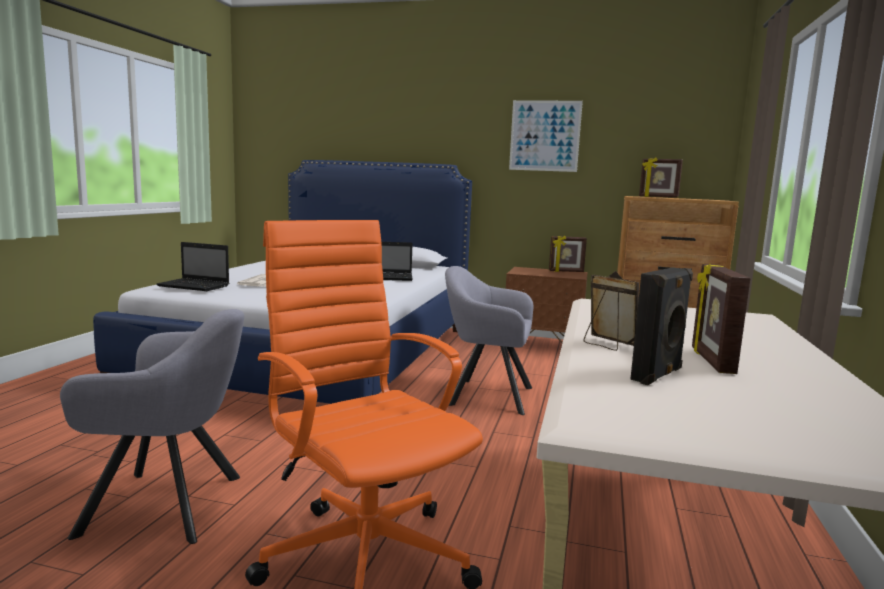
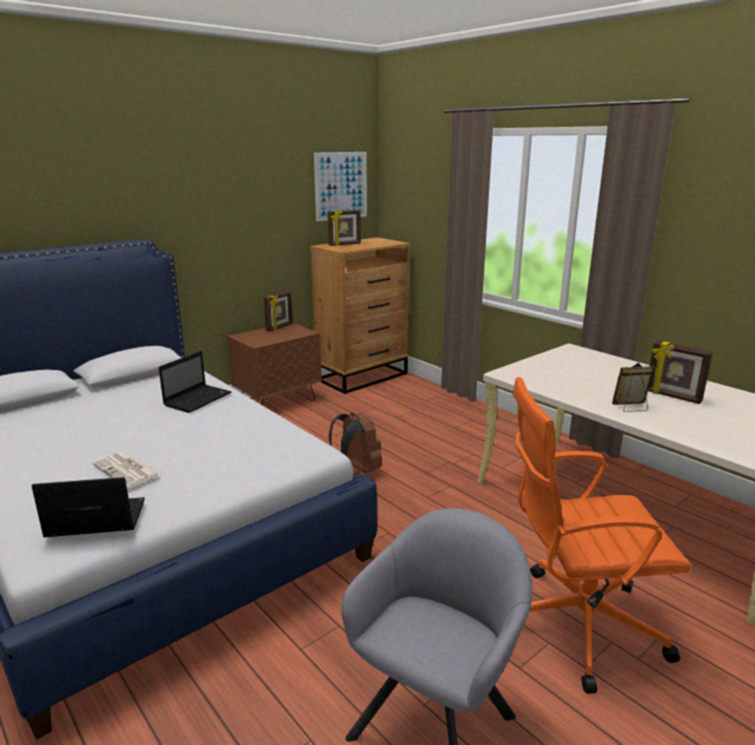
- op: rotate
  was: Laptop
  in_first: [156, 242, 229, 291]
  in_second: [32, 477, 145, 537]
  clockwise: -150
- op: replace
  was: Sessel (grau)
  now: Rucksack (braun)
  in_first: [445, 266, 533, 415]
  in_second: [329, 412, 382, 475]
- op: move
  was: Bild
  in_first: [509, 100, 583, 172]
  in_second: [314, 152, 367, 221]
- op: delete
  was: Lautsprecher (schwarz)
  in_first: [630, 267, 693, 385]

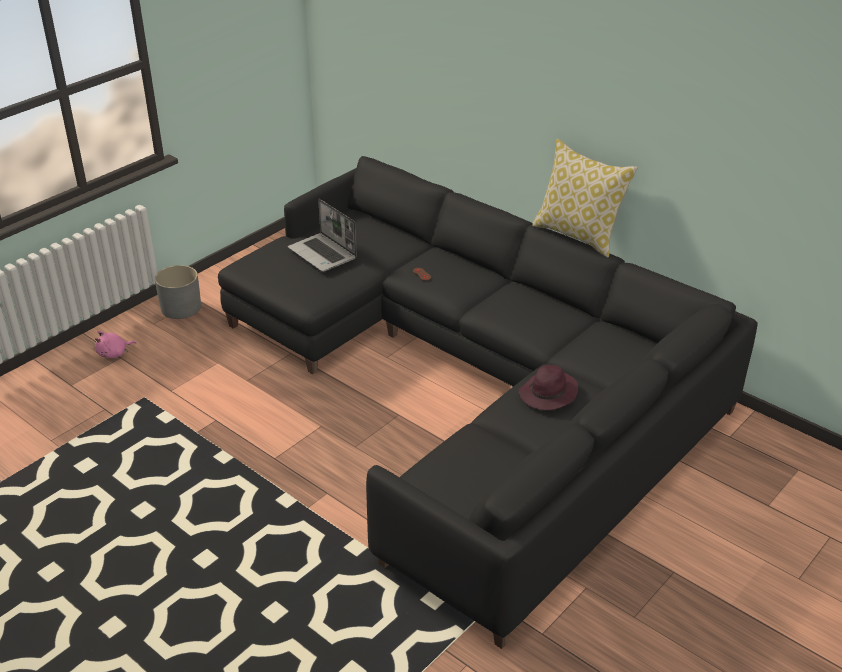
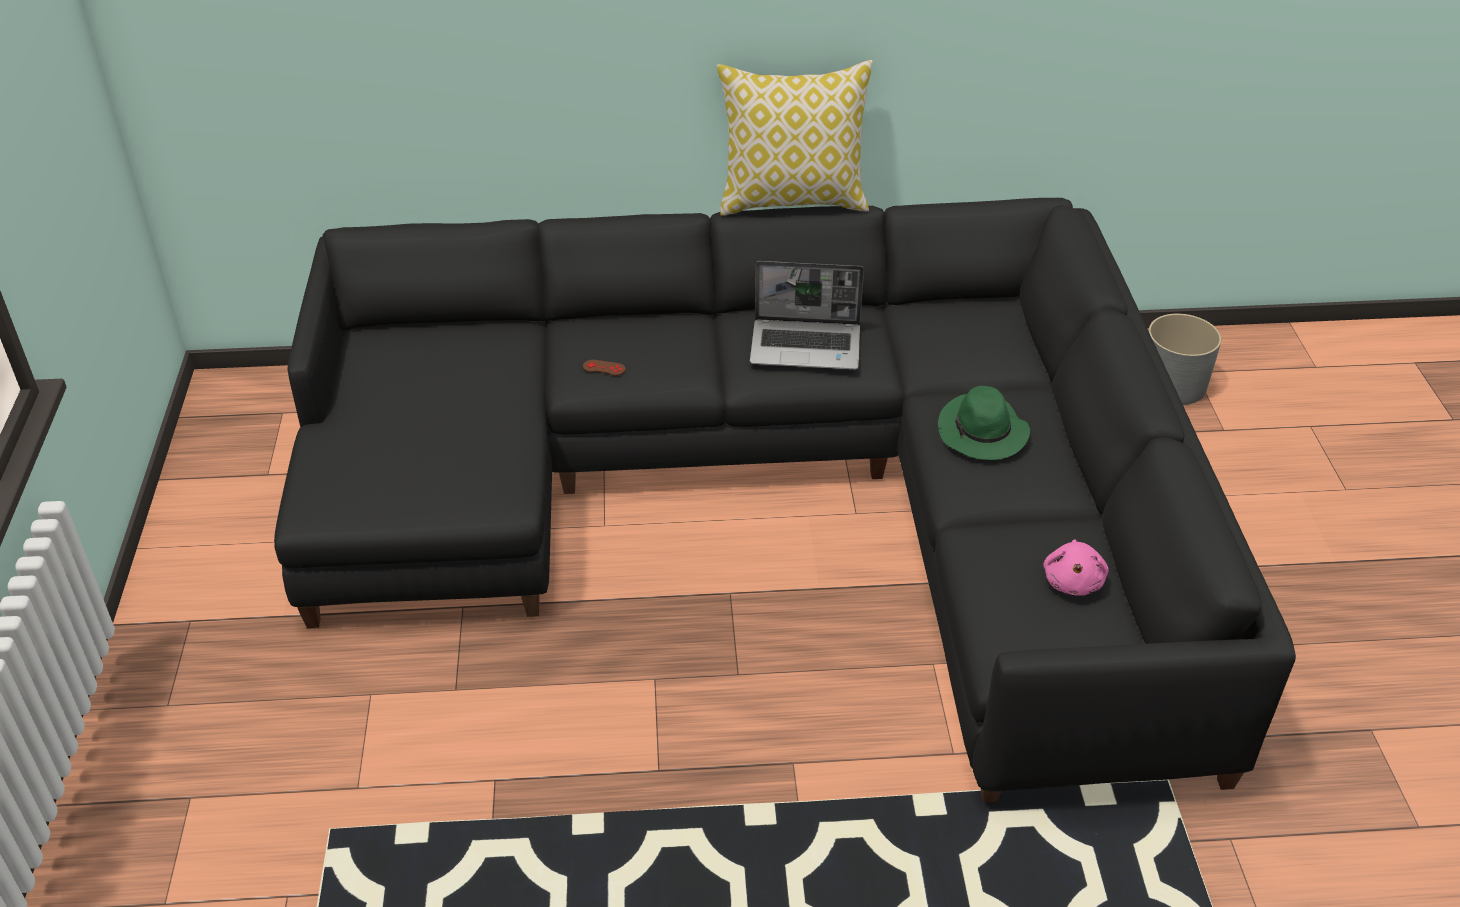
- op: move
  was: Plüschtier (rosa)
  in_first: [95, 331, 137, 358]
  in_second: [1043, 540, 1108, 596]
- op: move
  was: Pflanzkübel (grau)
  in_first: [155, 265, 201, 319]
  in_second: [1148, 314, 1221, 405]
- op: move
  was: Laptop
  in_first: [288, 199, 357, 272]
  in_second: [750, 261, 864, 370]
- op: recolor
  was: Hut (lila)
  now: Hut (grün)
  in_first: [519, 365, 578, 410]
  in_second: [938, 386, 1030, 460]

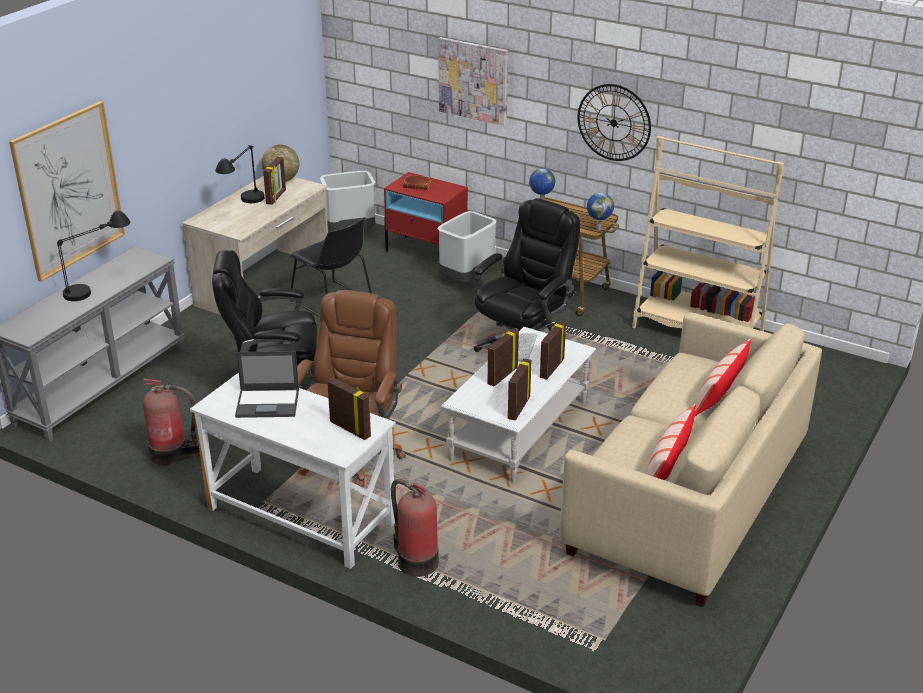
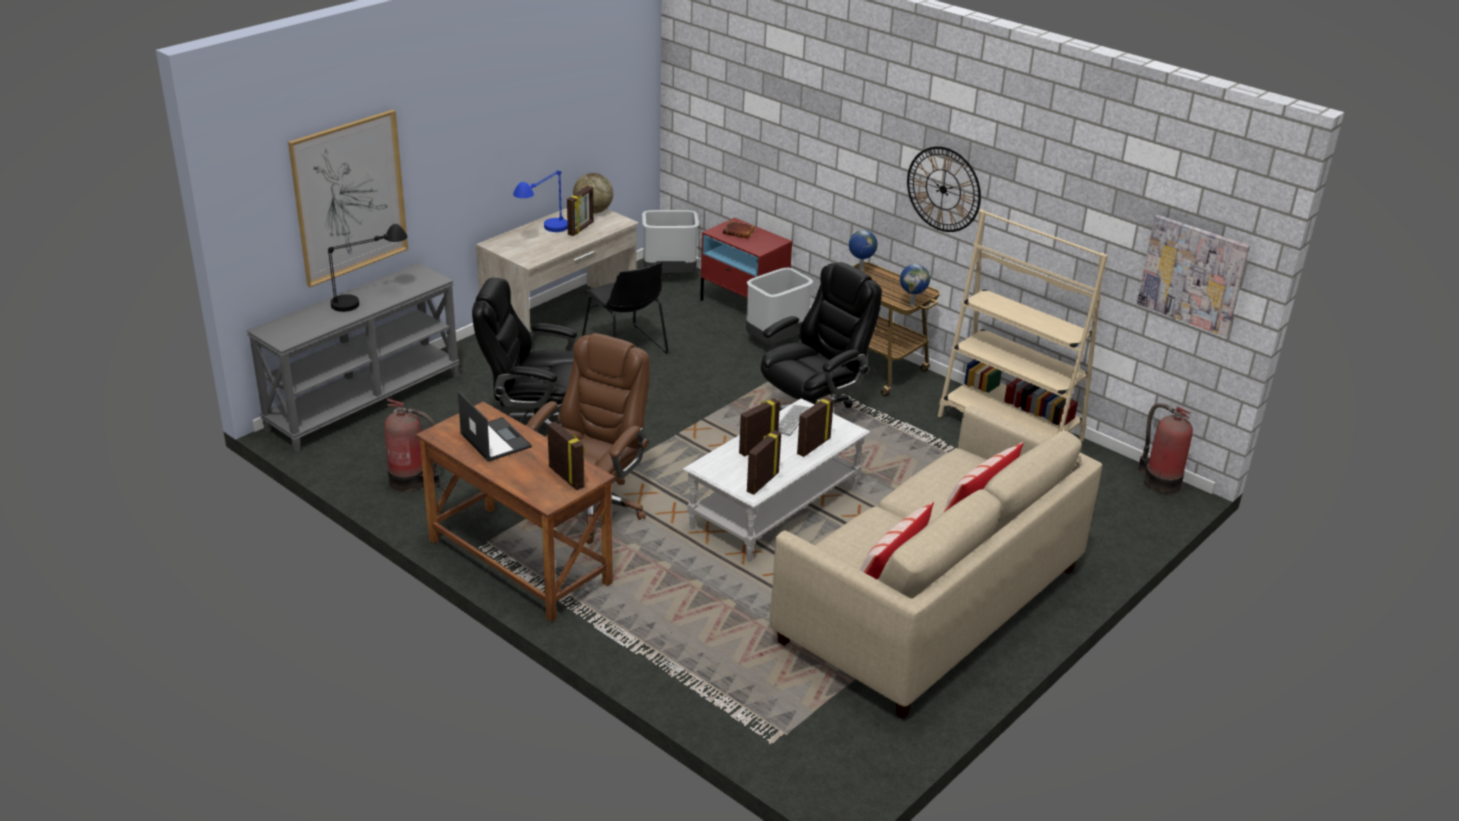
- op: recolor
  was: Schreibtisch (weiß)
  now: Schreibtisch (braun)
  in_first: [190, 372, 396, 569]
  in_second: [415, 402, 615, 622]
- op: recolor
  was: Tischlampe (schwarz)
  now: Tischlampe (blau)
  in_first: [215, 145, 264, 203]
  in_second: [513, 170, 568, 232]
- op: rotate
  was: Laptop
  in_first: [235, 351, 299, 418]
  in_second: [458, 391, 532, 462]
  clockwise: -135
- op: move
  was: Feuerlöscher
  in_first: [391, 479, 439, 577]
  in_second: [1138, 403, 1193, 495]
- op: move
  was: Bild
  in_first: [438, 37, 508, 126]
  in_second: [1137, 215, 1250, 337]

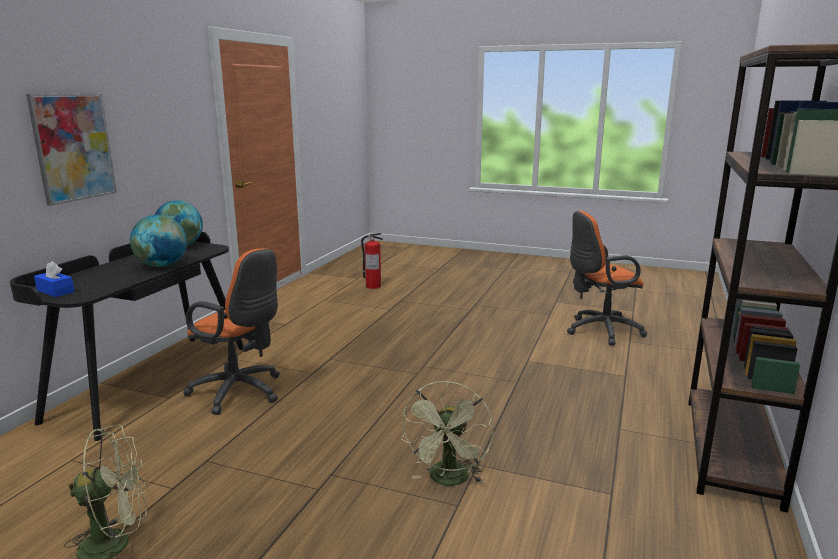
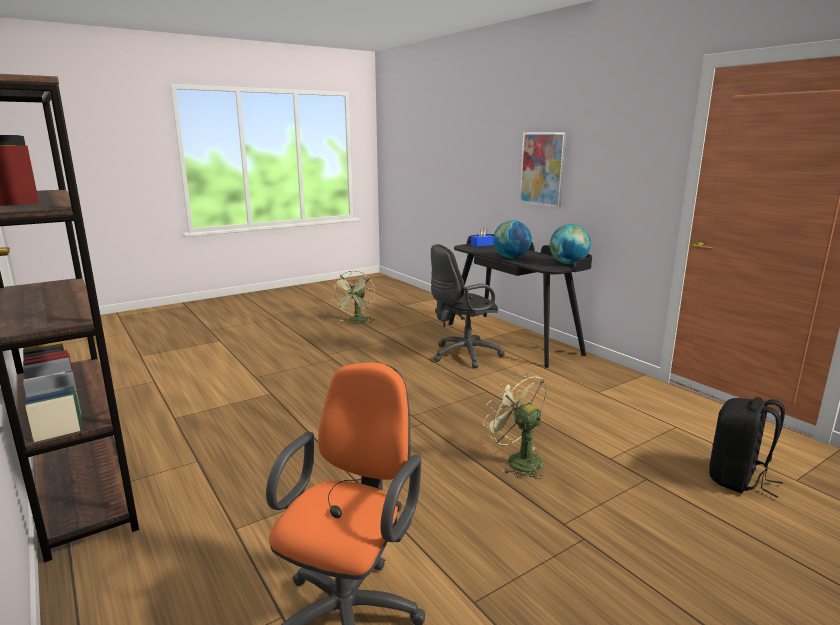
- op: recolor
  was: Bürostuhl (orange)
  now: Bürostuhl (schwarz)
  in_first: [183, 248, 280, 415]
  in_second: [431, 244, 504, 368]
- op: replace
  was: Feuerlöscher
  now: Rucksack (schwarz)
  in_first: [361, 233, 383, 289]
  in_second: [709, 397, 785, 498]
- op: move
  was: Ventilator (grün)
  in_first: [401, 381, 494, 486]
  in_second: [483, 372, 547, 479]

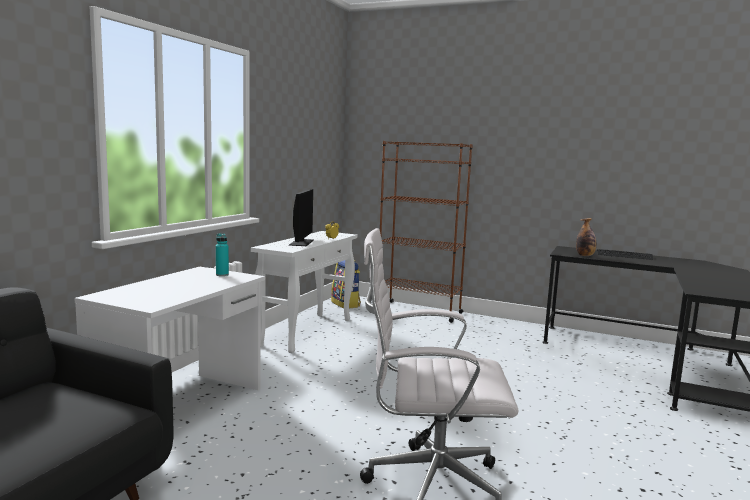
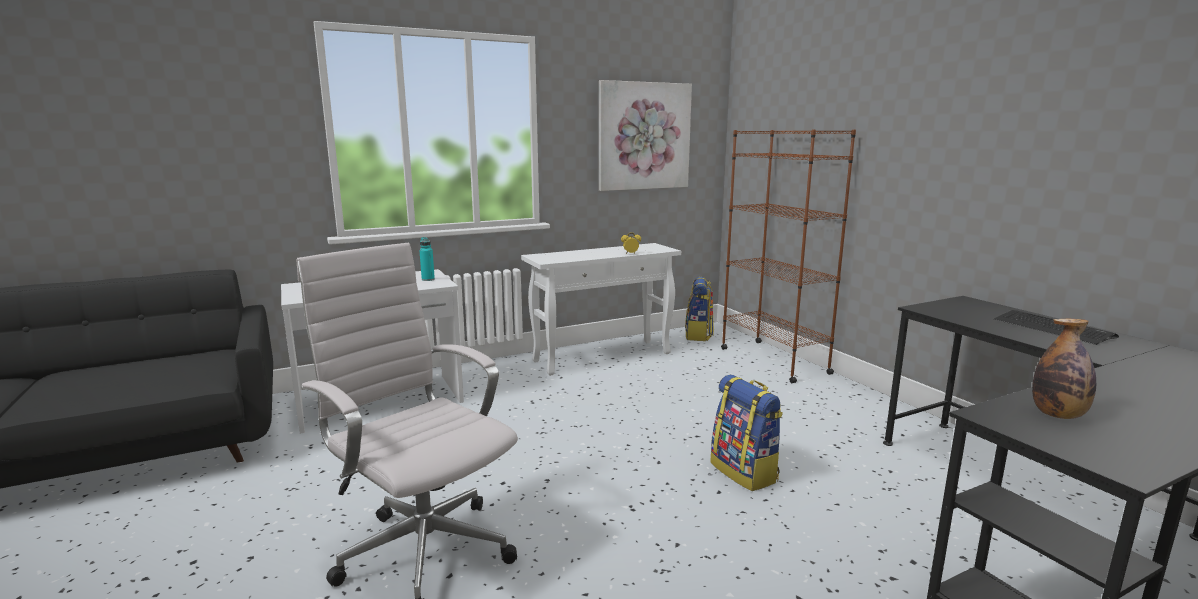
- op: delete
  was: Monitor
  in_first: [289, 189, 314, 246]
- op: move
  was: Flasche
  in_first: [576, 218, 596, 256]
  in_second: [1032, 319, 1096, 419]
- op: insert
  now: Bild
  in_second: [599, 80, 692, 191]
- op: insert
  now: Rucksack
  in_second: [710, 375, 783, 491]

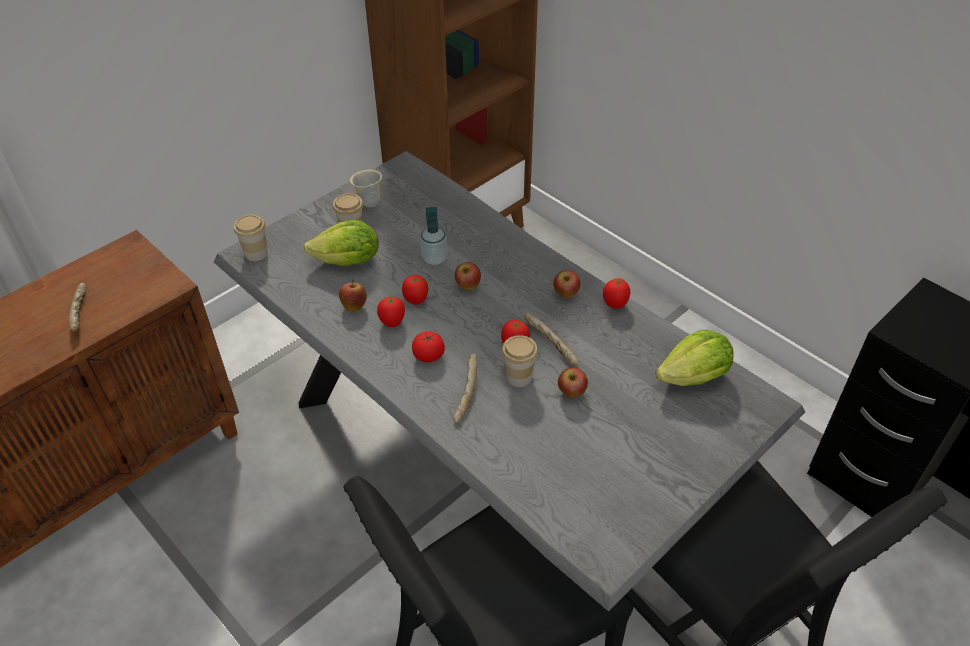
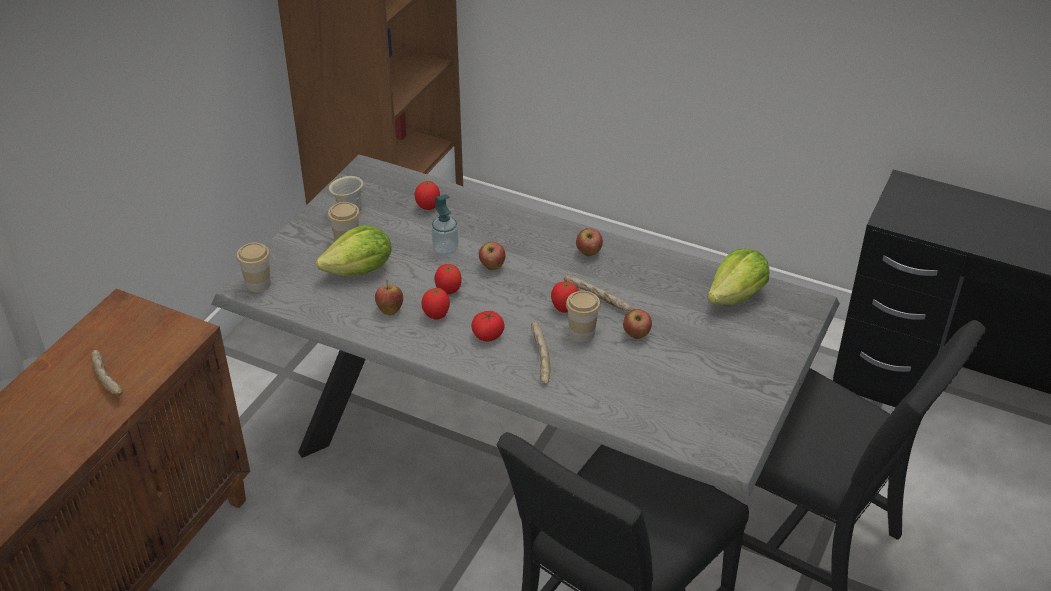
- op: move
  was: Tomate
  in_first: [603, 278, 630, 309]
  in_second: [415, 181, 440, 210]

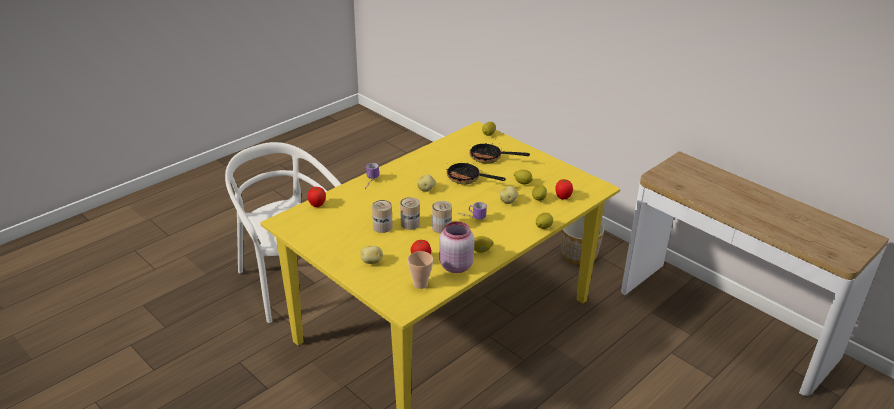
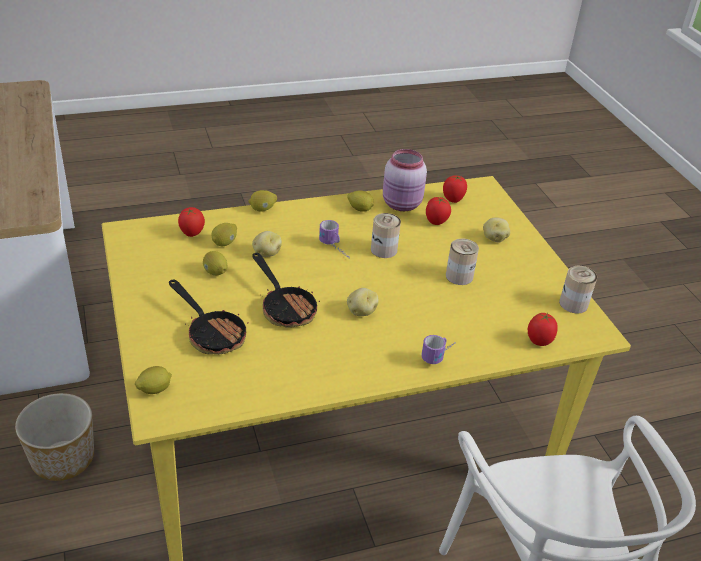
- op: move
  was: Dose
  in_first: [400, 197, 420, 230]
  in_second: [559, 266, 597, 313]
- op: replace
  was: Tasse
  now: Tomate
  in_first: [408, 251, 433, 289]
  in_second: [443, 175, 467, 203]

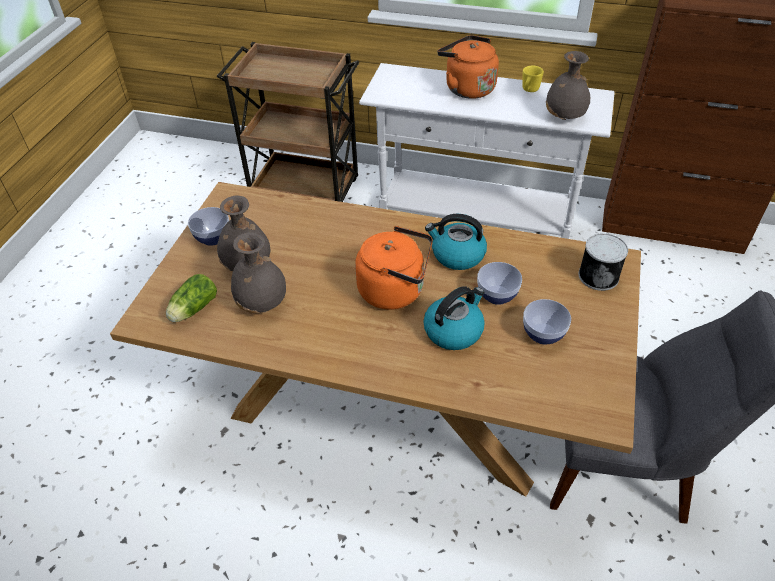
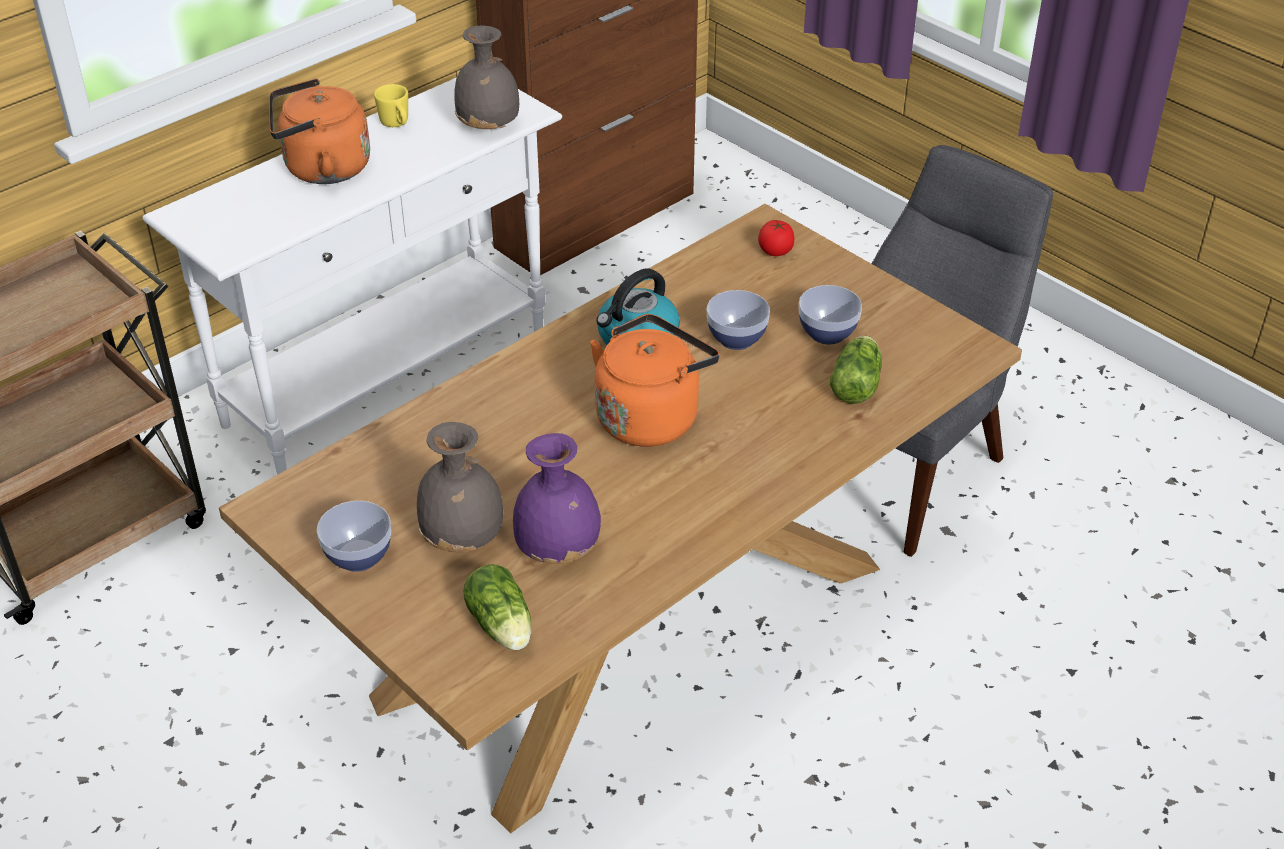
- op: recolor
  was: Vase (grau)
  now: Vase (lila)
  in_first: [231, 232, 286, 313]
  in_second: [513, 433, 601, 564]
- op: delete
  was: Wasserkessel
  in_first: [423, 286, 485, 350]
- op: replace
  was: Dose
  now: Tomate
  in_first: [578, 233, 628, 291]
  in_second: [758, 220, 794, 256]
- op: insert
  now: Salatkopf
  in_second: [830, 336, 882, 404]

